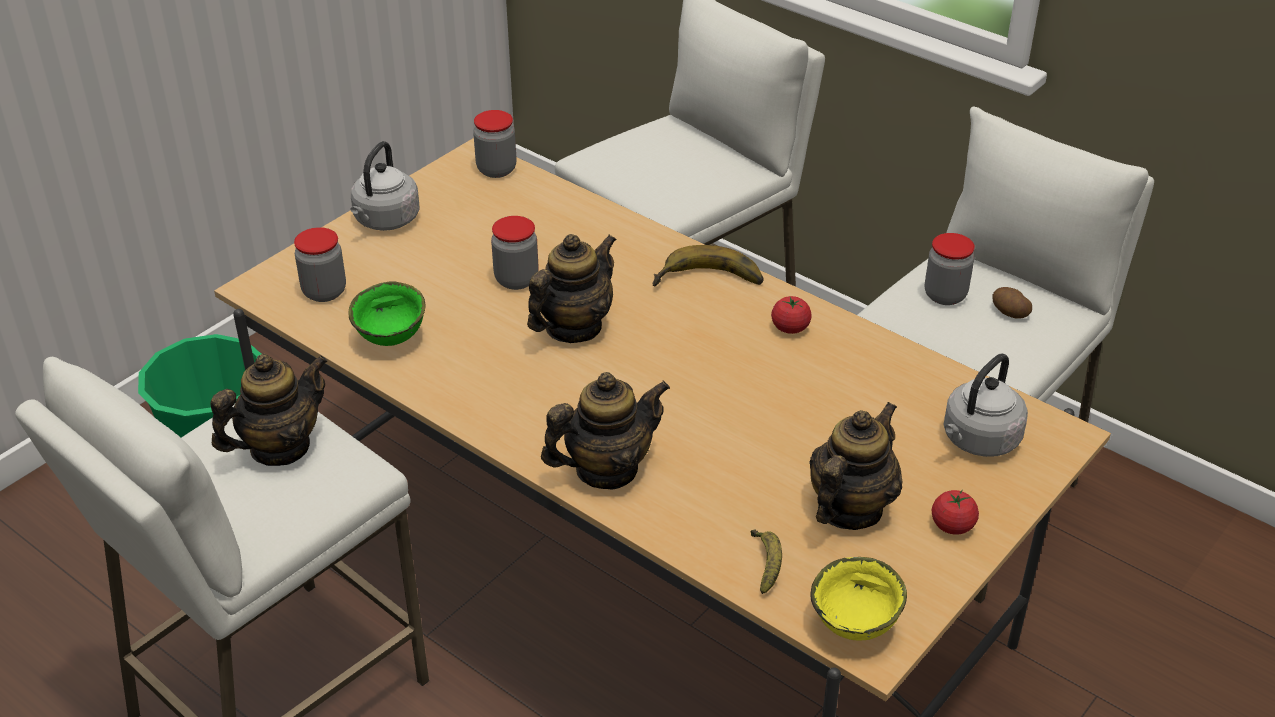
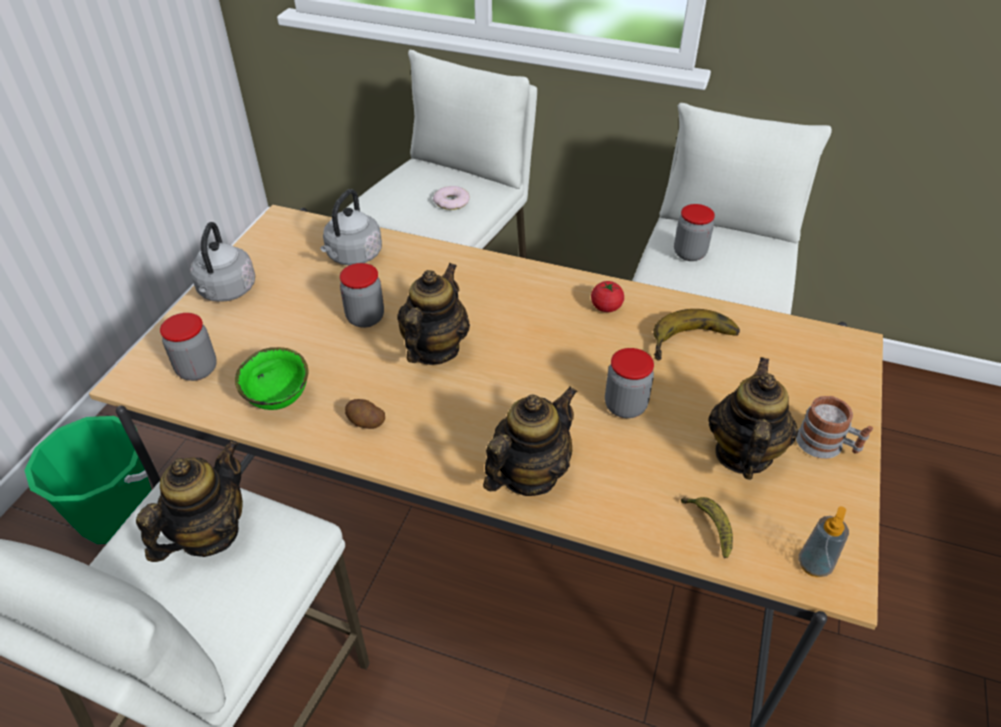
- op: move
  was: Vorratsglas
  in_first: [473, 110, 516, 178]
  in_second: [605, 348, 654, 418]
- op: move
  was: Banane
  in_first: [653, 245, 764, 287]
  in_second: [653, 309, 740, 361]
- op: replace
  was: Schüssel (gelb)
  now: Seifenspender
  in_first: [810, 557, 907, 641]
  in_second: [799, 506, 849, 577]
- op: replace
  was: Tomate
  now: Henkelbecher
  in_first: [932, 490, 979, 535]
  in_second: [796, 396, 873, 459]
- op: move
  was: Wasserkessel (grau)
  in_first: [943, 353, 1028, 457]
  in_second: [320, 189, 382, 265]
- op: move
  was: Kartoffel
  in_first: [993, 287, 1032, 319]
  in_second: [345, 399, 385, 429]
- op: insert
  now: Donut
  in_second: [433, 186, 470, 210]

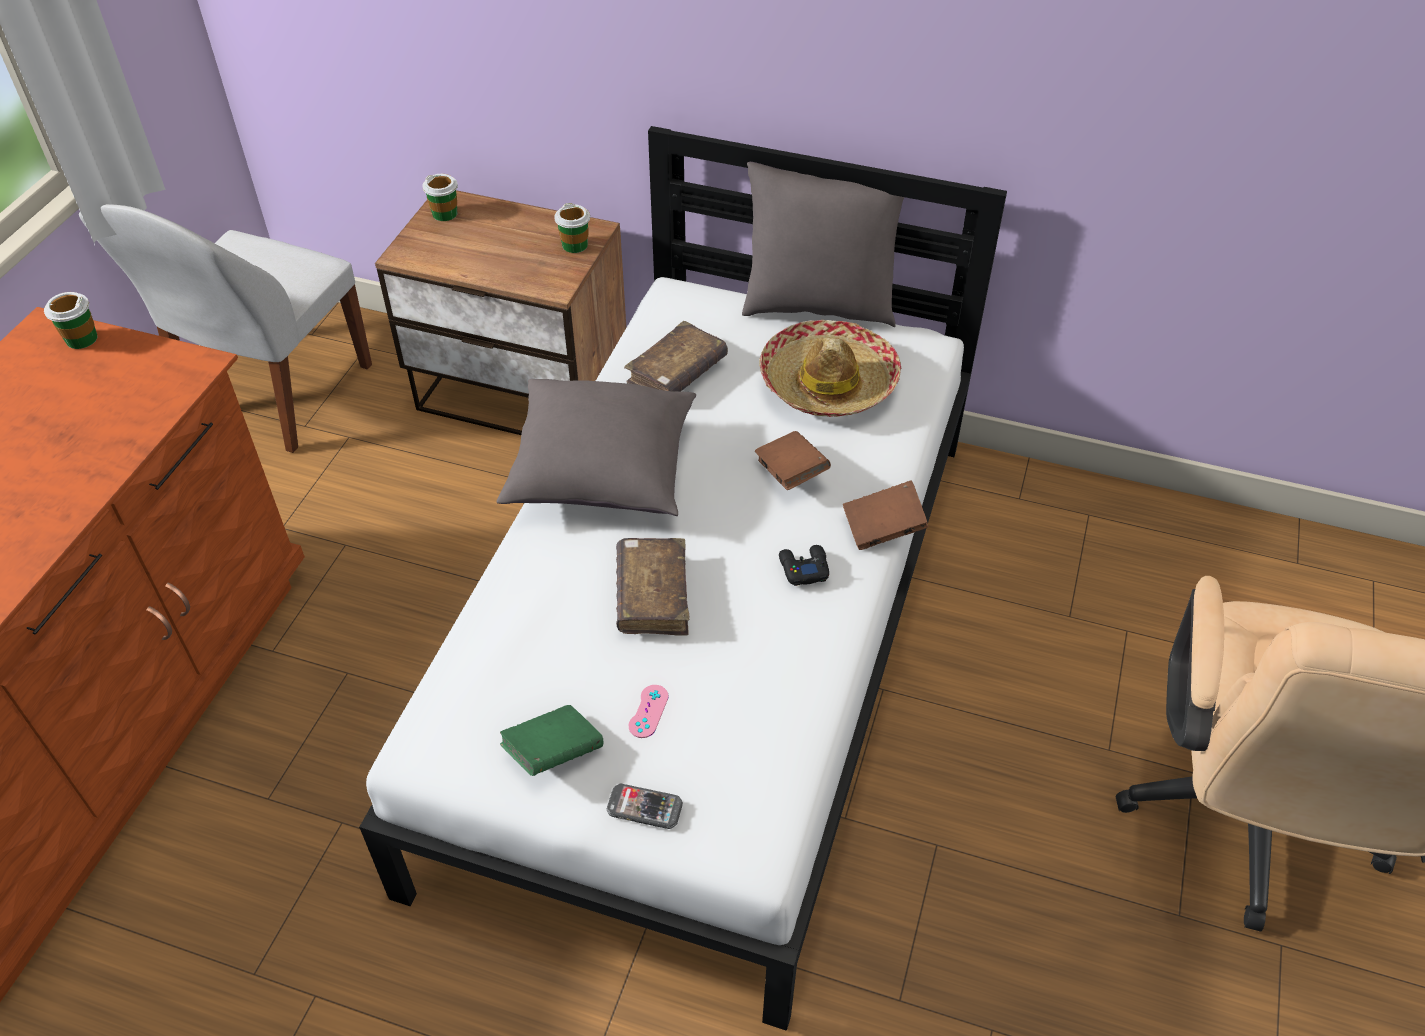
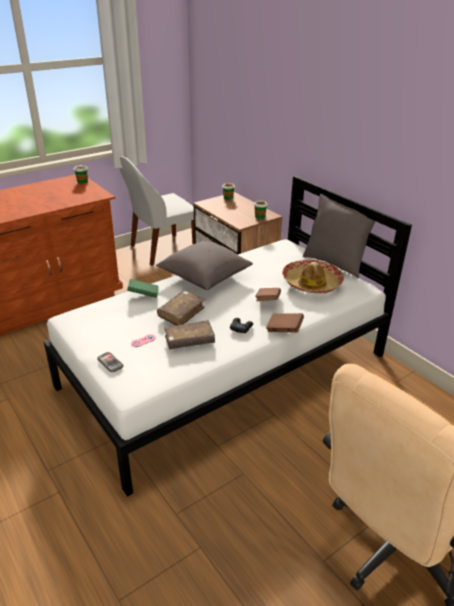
- op: move
  was: Buch (grün)
  in_first: [500, 705, 603, 776]
  in_second: [127, 279, 159, 298]
- op: move
  was: Buch (braun)
  in_first: [624, 321, 728, 391]
  in_second: [164, 320, 215, 349]

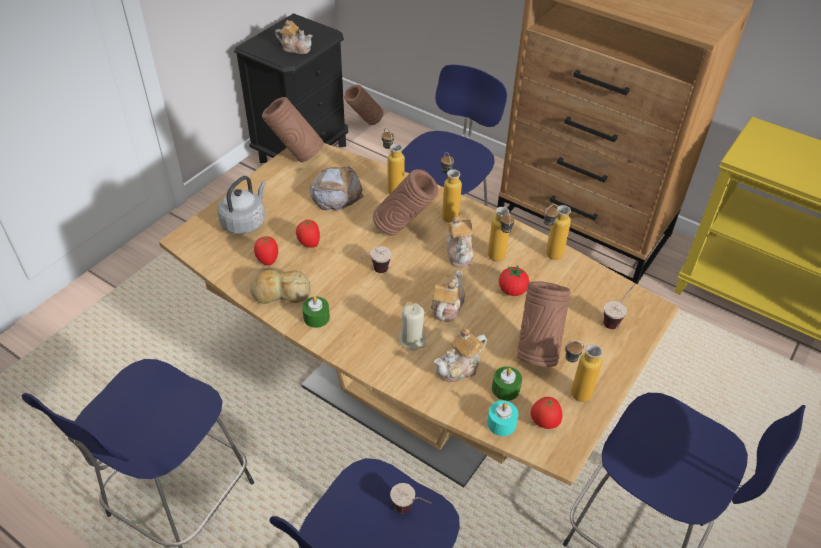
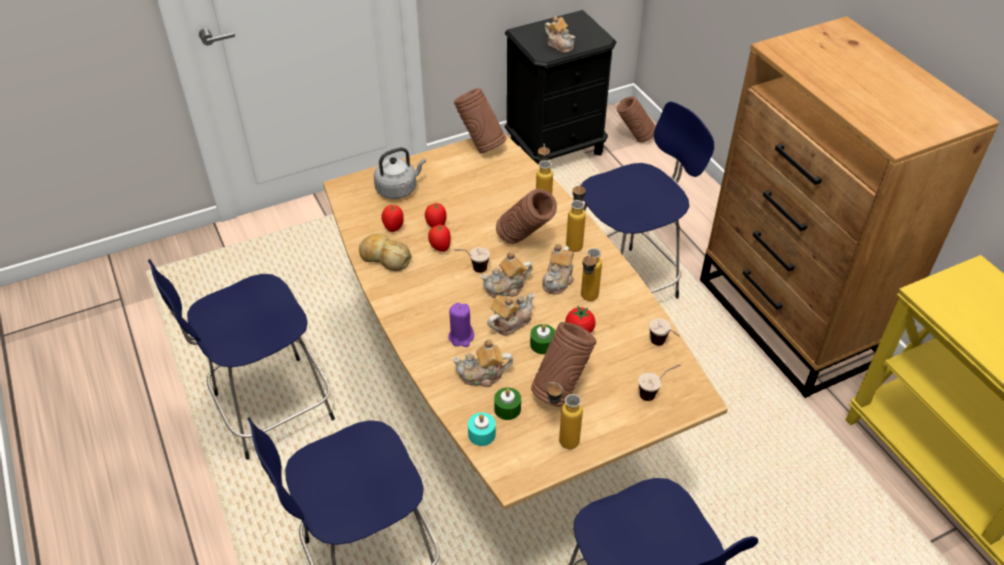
- op: move
  was: Kerze (grün)
  in_first: [302, 296, 330, 328]
  in_second: [530, 324, 555, 354]
- op: delete
  was: Brot
  in_first: [310, 165, 364, 211]
- op: move
  was: Tasse
  in_first: [390, 483, 432, 514]
  in_second: [649, 318, 679, 345]
- op: recolor
  was: Kerze (beige)
  now: Kerze (lila)
  in_first: [399, 303, 426, 351]
  in_second: [448, 303, 474, 347]
- op: move
  was: Tomate
  in_first: [531, 397, 562, 429]
  in_second: [428, 224, 451, 252]
- op: delete
  was: Flasche
  in_first: [544, 204, 571, 260]
- op: insert
  now: Teekanne
  in_second: [480, 251, 533, 298]

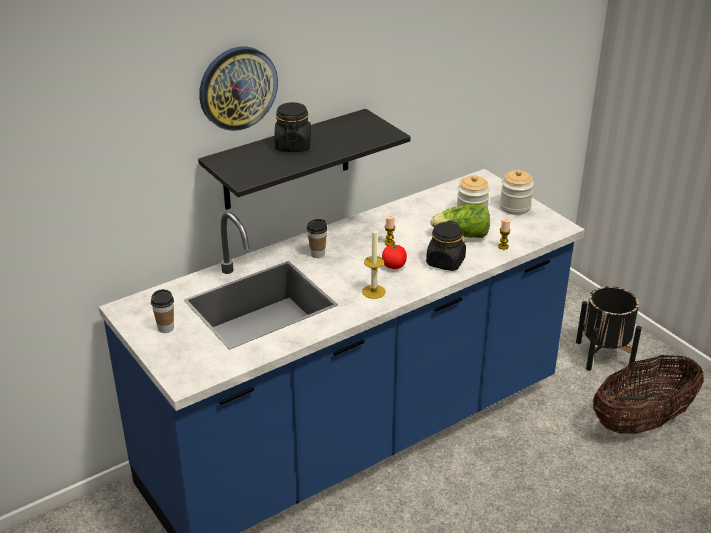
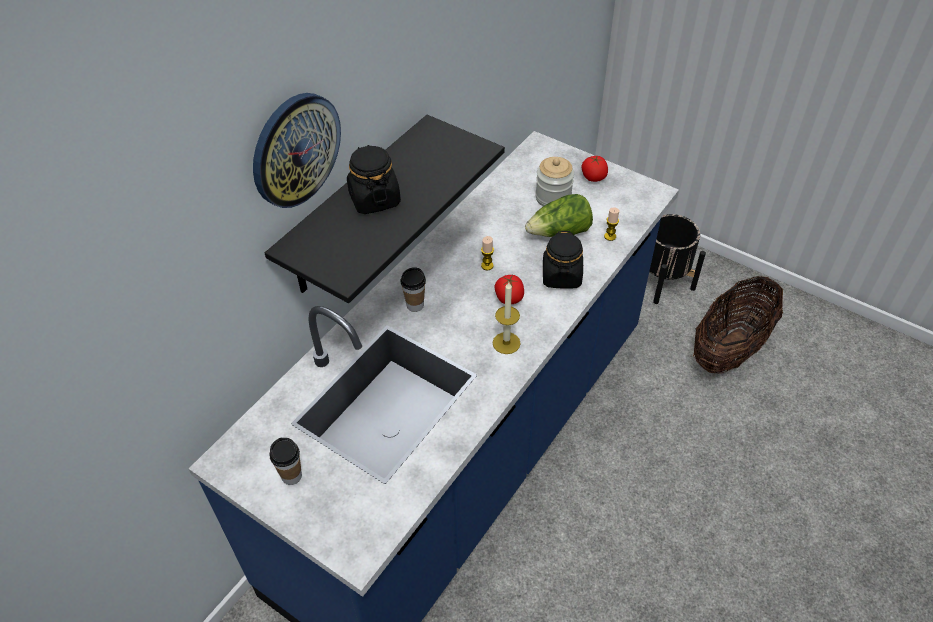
- op: replace
  was: Vorratsglas
  now: Tomate
  in_first: [500, 169, 534, 215]
  in_second: [581, 155, 608, 182]

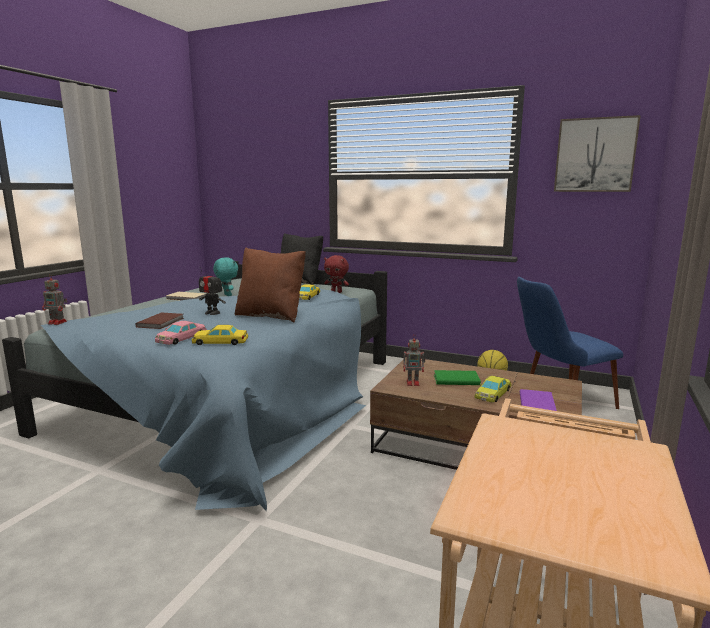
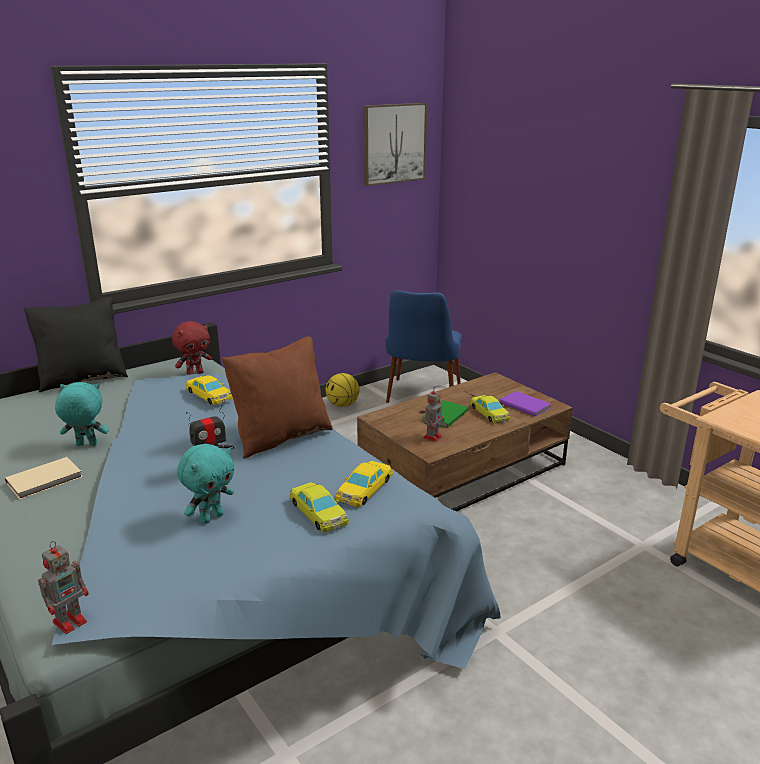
- op: replace
  was: Buch (braun)
  now: Plüschtier (türkis)
  in_first: [135, 313, 184, 329]
  in_second: [177, 444, 235, 524]
- op: recolor
  was: Spielzeugauto (rosa)
  now: Spielzeugauto (gelb)
  in_first: [155, 321, 207, 345]
  in_second: [289, 482, 349, 532]

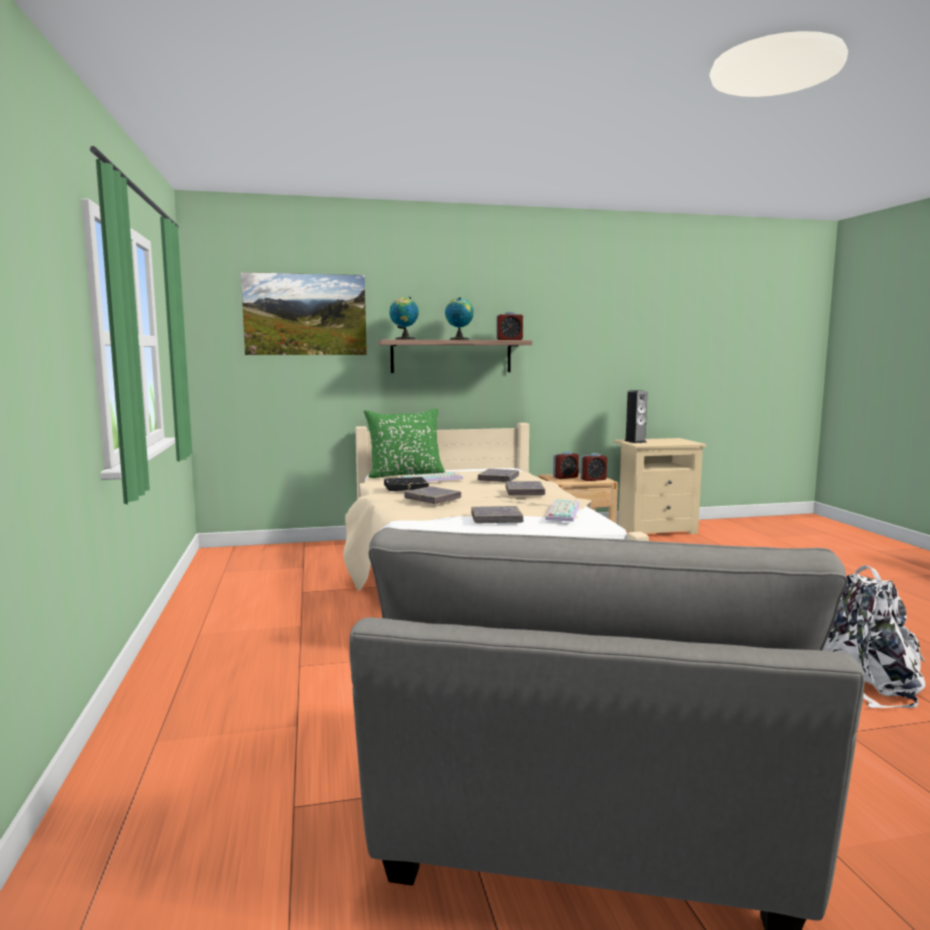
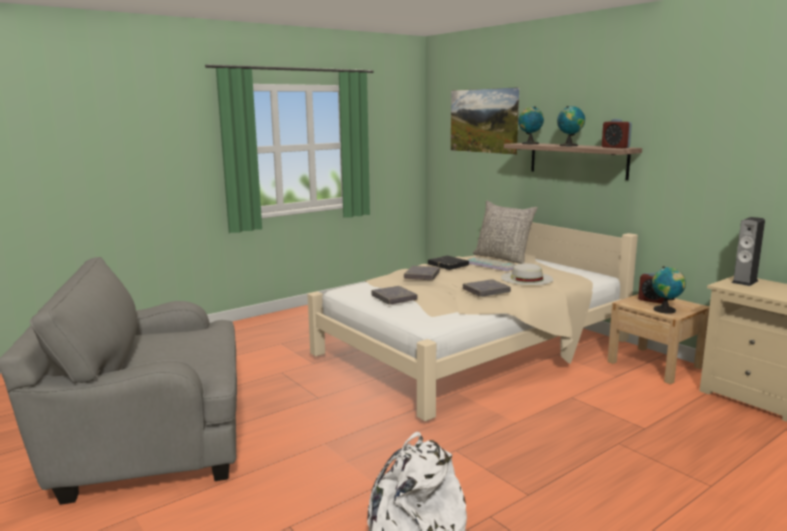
- op: recolor
  was: Kissen (grün)
  now: Kissen (grau)
  in_first: [364, 408, 445, 478]
  in_second: [473, 201, 538, 264]
- op: replace
  was: Buch (grau)
  now: Hut (weiß)
  in_first: [478, 469, 519, 482]
  in_second: [501, 263, 554, 285]
- op: delete
  was: Tastatur
  in_first: [545, 499, 580, 522]
- op: replace
  was: Wecker
  now: Globus
  in_first: [580, 453, 607, 481]
  in_second: [652, 266, 686, 314]

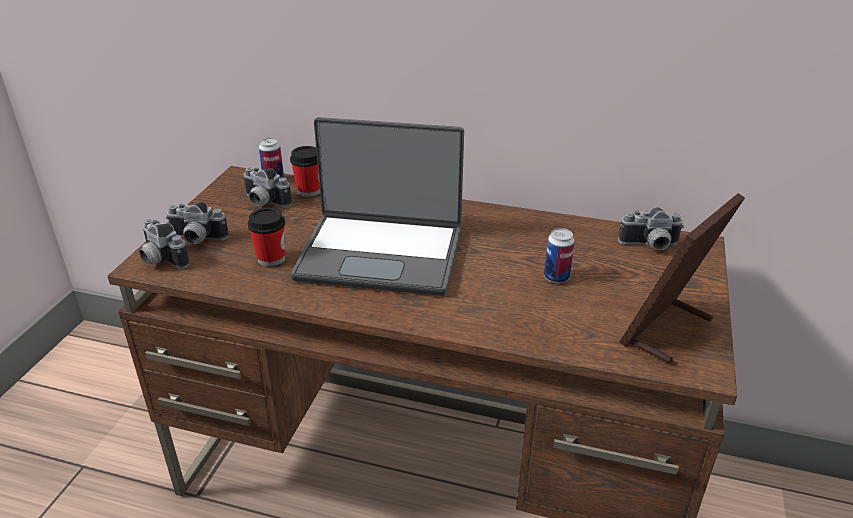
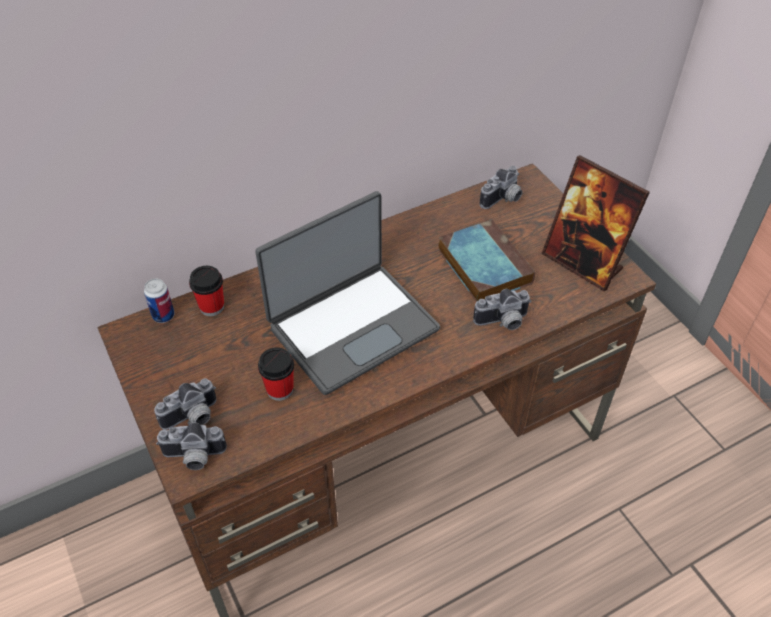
- op: move
  was: Kamera
  in_first: [242, 168, 292, 208]
  in_second: [473, 289, 532, 330]
- op: replace
  was: Dose
  now: Buch
  in_first: [544, 228, 575, 283]
  in_second: [438, 219, 535, 302]
- op: rotate
  was: Bilderrahmen
  in_first: [620, 193, 745, 364]
  in_second: [541, 155, 650, 292]
  clockwise: -45

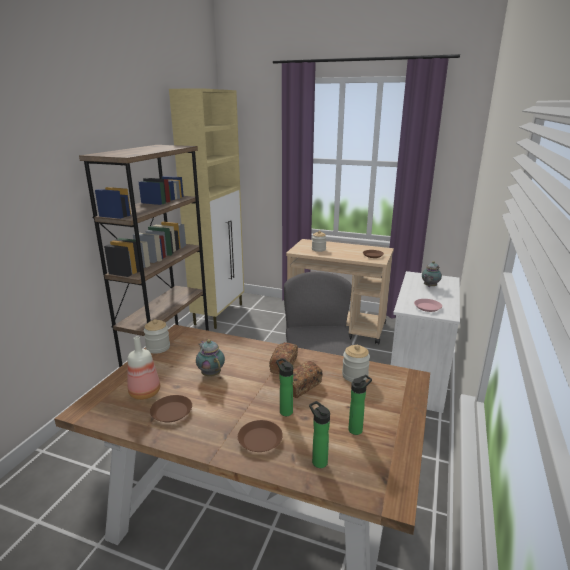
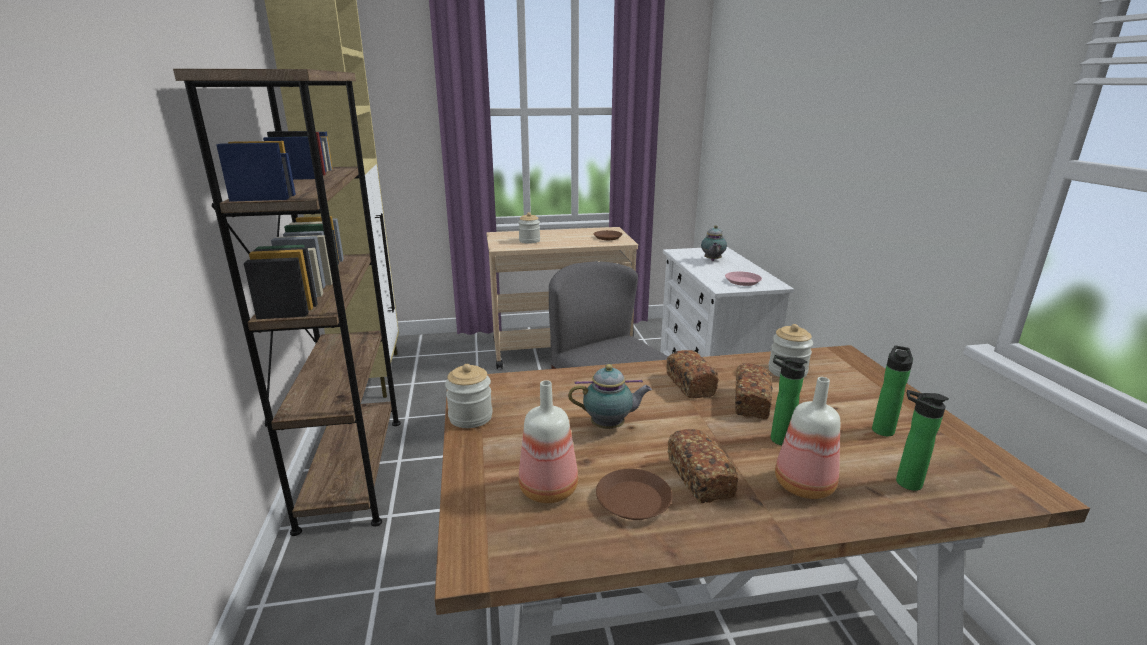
- op: rotate
  was: Teekanne
  in_first: [196, 339, 225, 377]
  in_second: [568, 364, 652, 429]
  clockwise: 150
- op: replace
  was: Teller (braun)
  now: Flasche
  in_first: [238, 420, 283, 452]
  in_second: [775, 377, 840, 499]
- op: insert
  now: Brot
  in_second: [668, 429, 738, 503]

